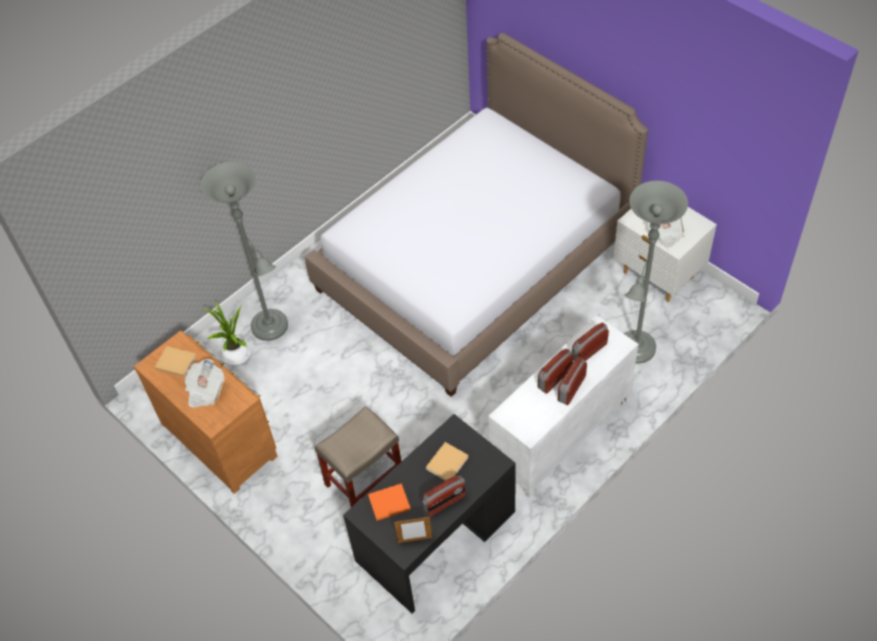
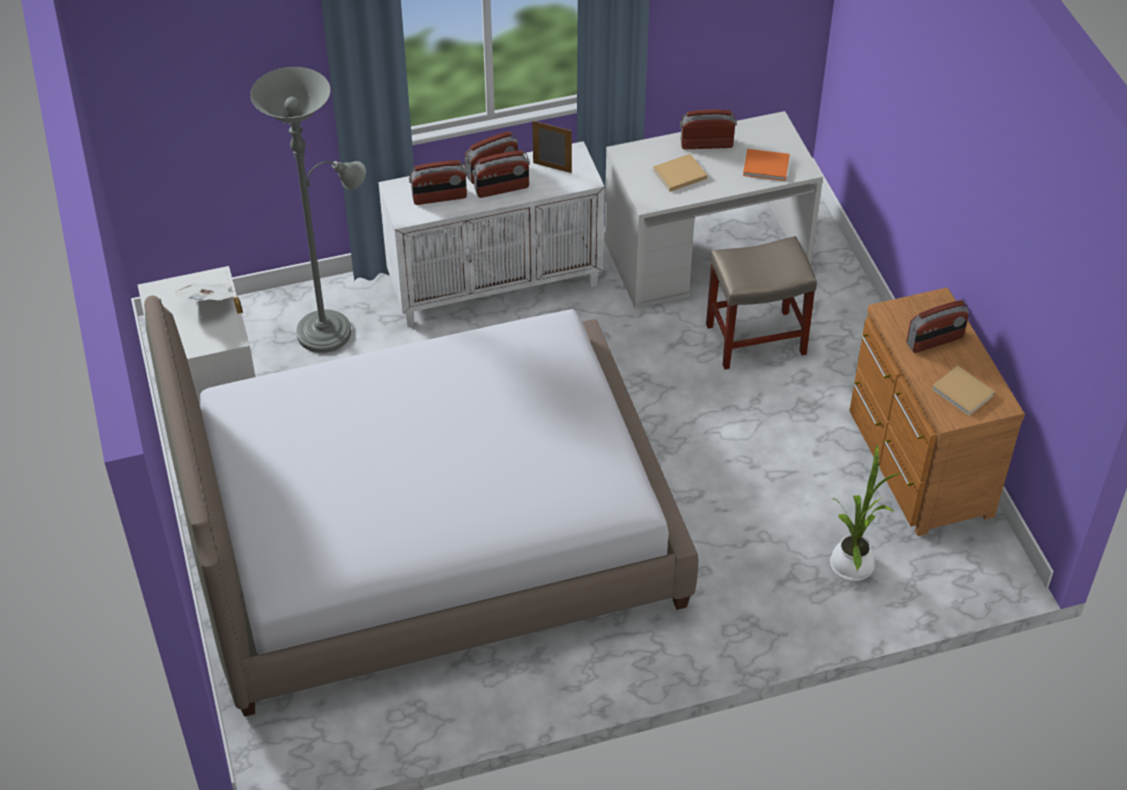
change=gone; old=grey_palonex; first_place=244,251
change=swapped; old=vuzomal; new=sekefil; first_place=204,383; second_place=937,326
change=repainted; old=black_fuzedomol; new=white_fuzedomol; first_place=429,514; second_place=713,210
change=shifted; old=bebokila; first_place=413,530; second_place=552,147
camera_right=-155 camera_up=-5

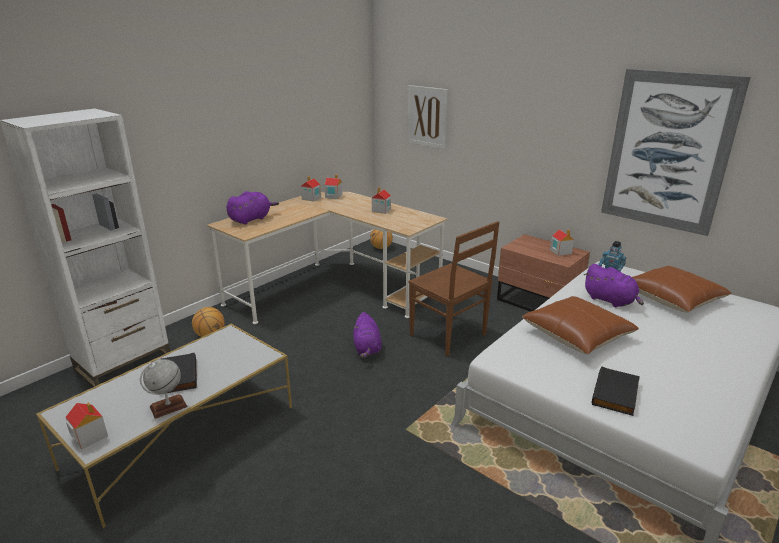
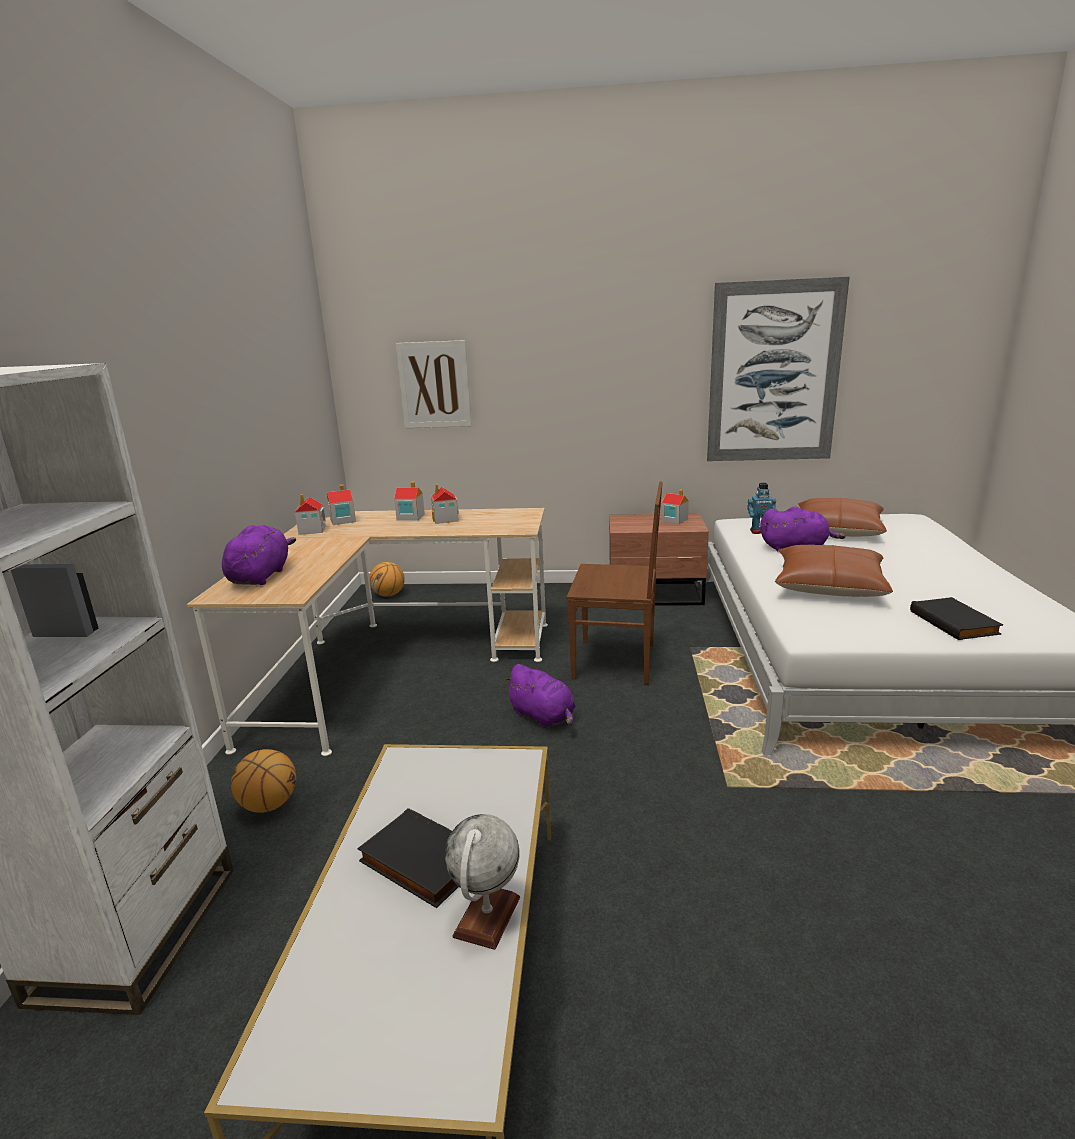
change=shifted; old=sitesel; first_place=87,426; second_place=409,501
camera_right=-35 camera_up=-5

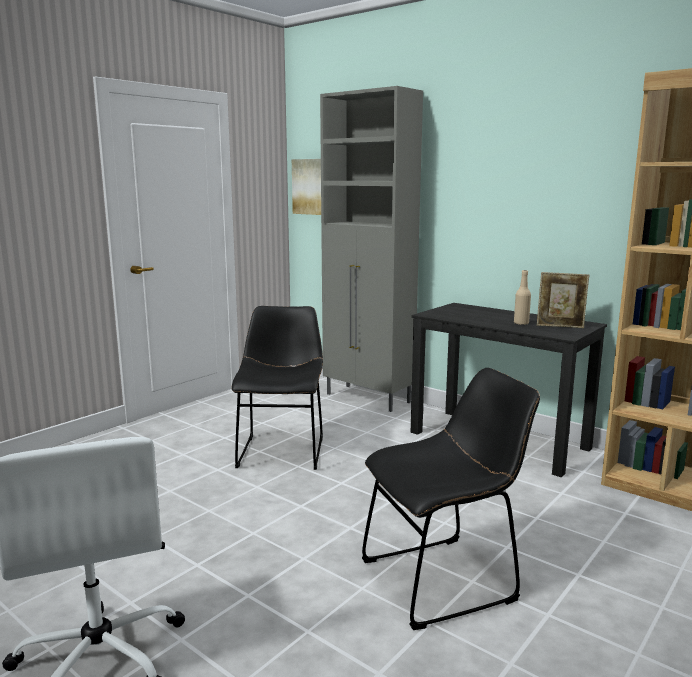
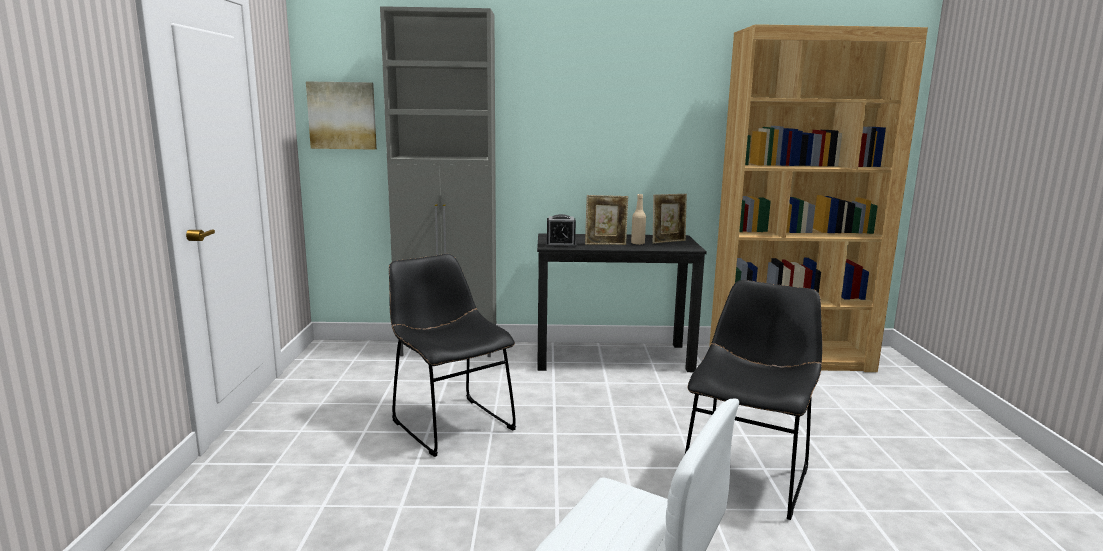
change=new; new=bebokila; second_place=606,220
change=new; new=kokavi; second_place=561,231
camera_right=-40 camera_up=0

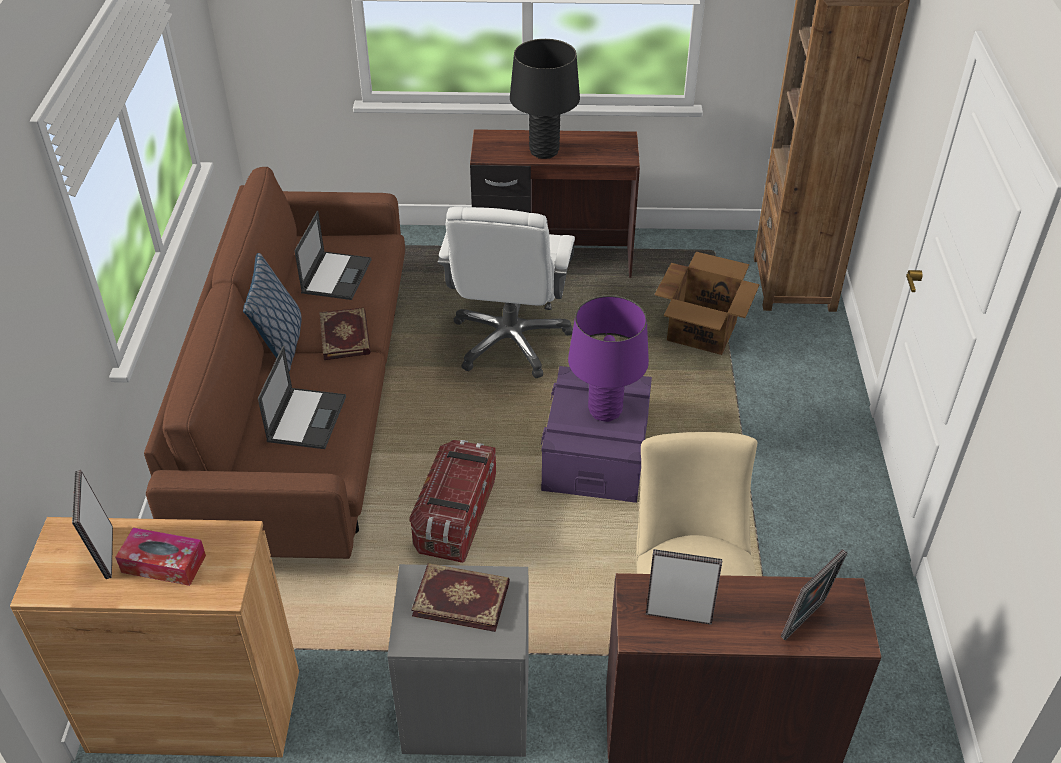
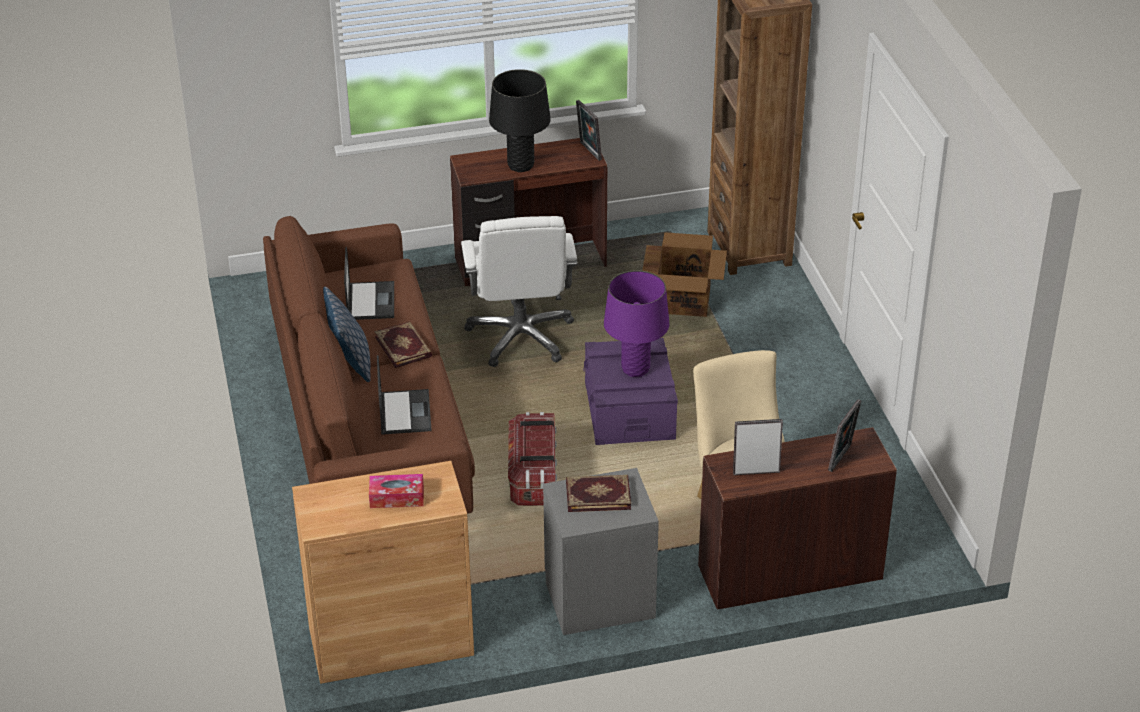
change=shifted; old=bebokila; first_place=92,524; second_place=589,130
camera_right=-15 camera_up=-5

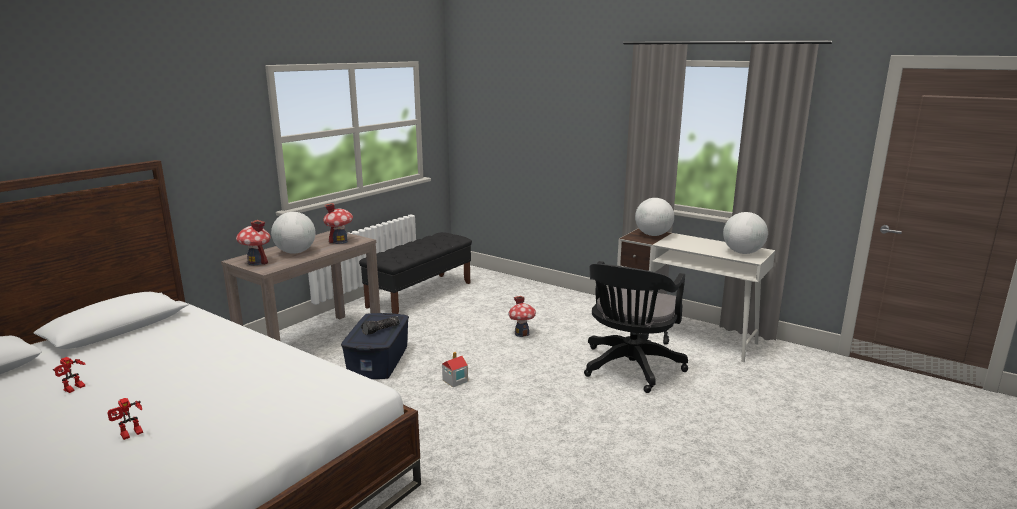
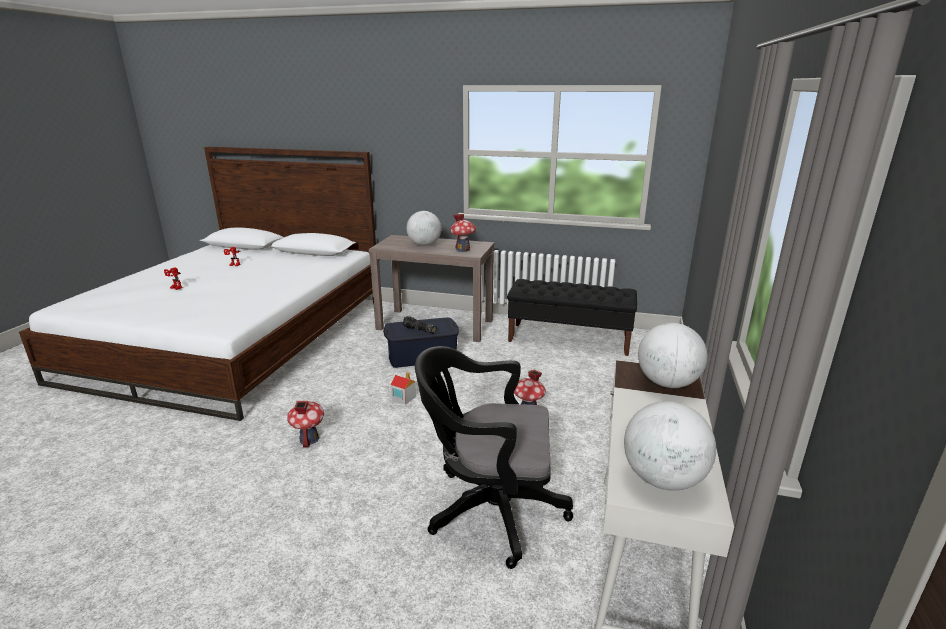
change=shifted; old=sitesel; first_place=253,242; second_place=305,424
camera_right=70 camera_up=5

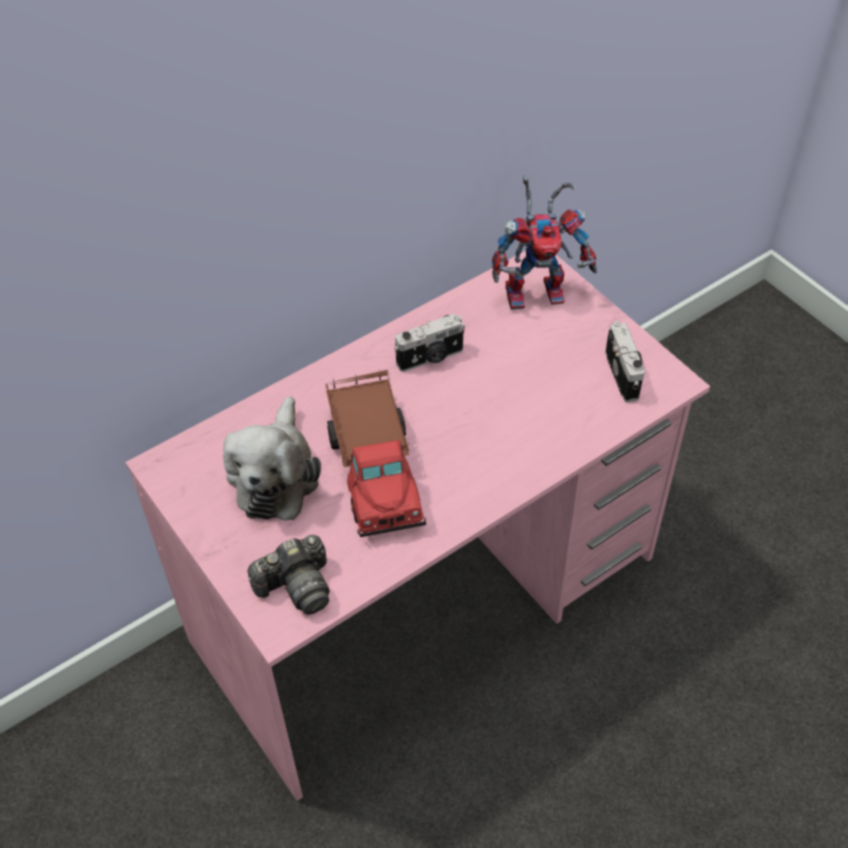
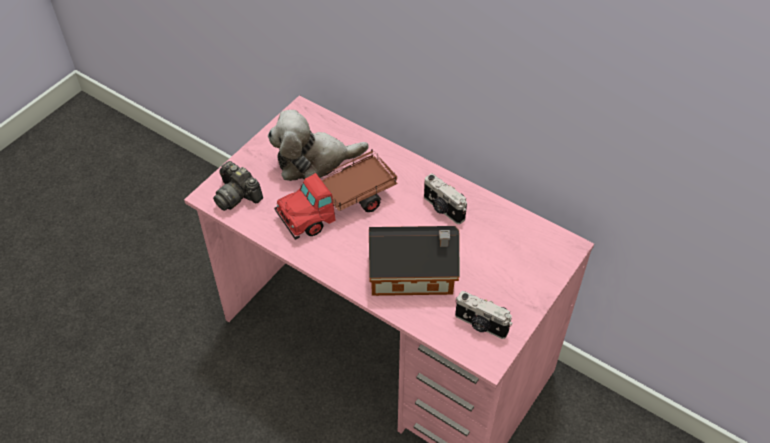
change=gone; old=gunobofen; first_place=544,243
change=rotated; old=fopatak; first_place=625,362; second_place=483,315; degrees=60
change=new; new=sitesel; second_place=414,261
camera_right=70 camera_up=0

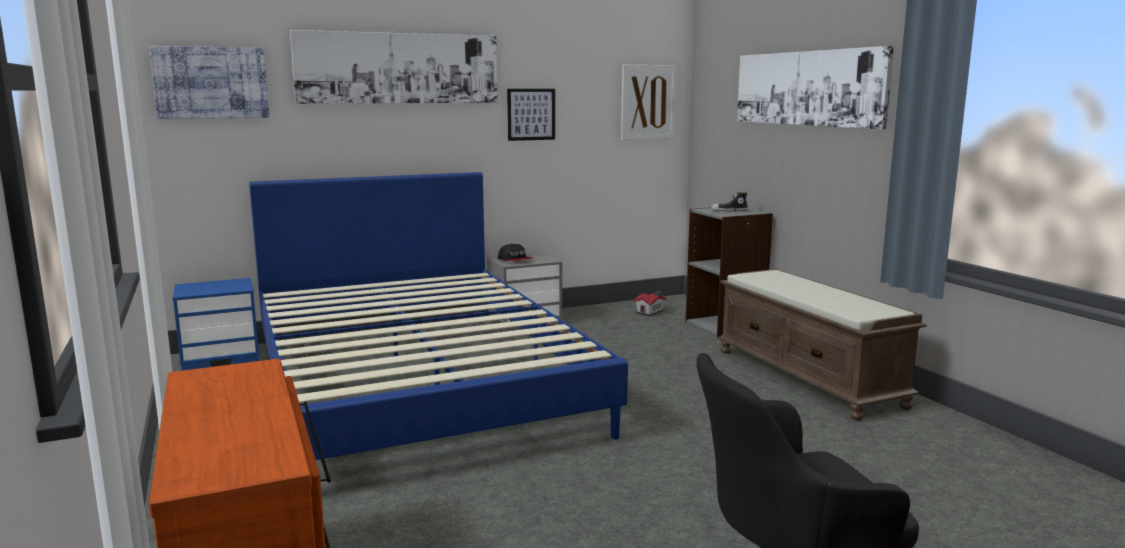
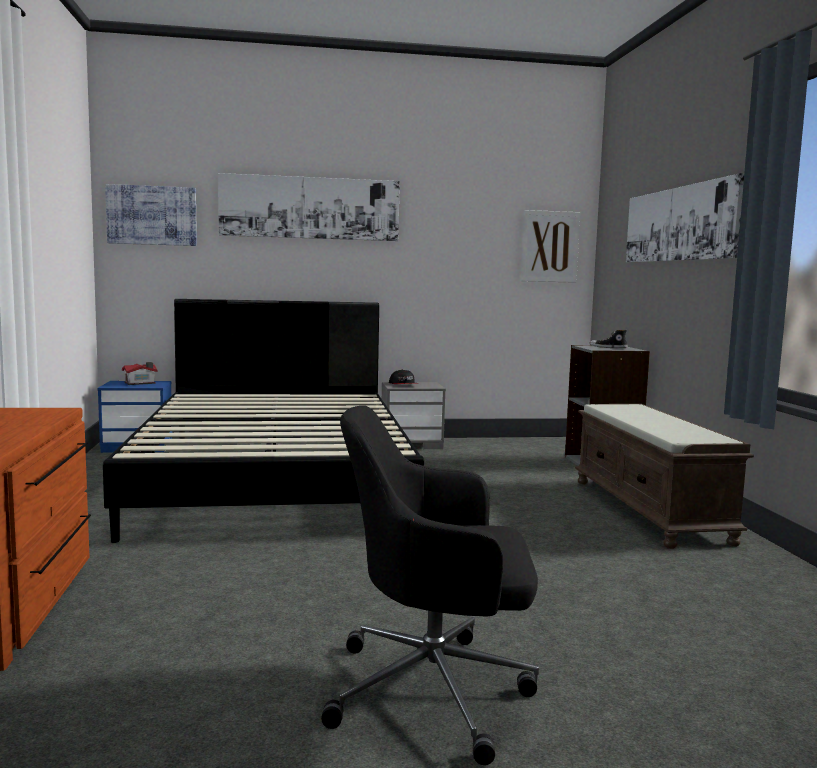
change=gone; old=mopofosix; first_place=531,115
change=repainted; old=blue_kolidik; new=black_kolidik; first_place=438,316; second_place=263,421
change=shifted; old=sitesel; first_place=650,303; second_place=140,373
camera_right=15 camera_up=-5

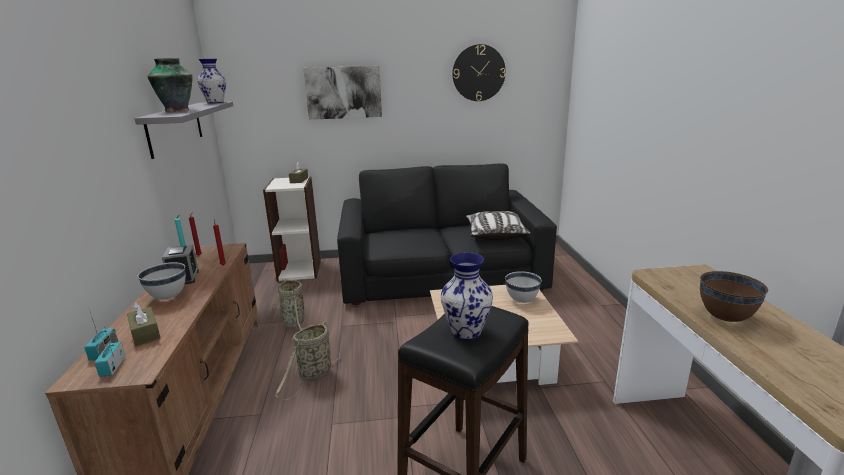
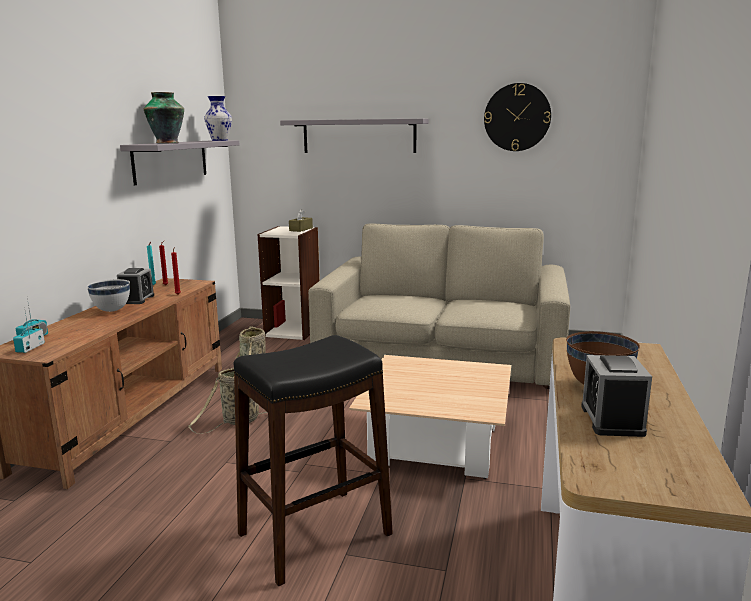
change=swapped; old=mopofosix; new=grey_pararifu; first_place=342,93; second_place=354,136
change=repainted; old=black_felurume; new=beige_felurume; first_place=447,234; second_place=439,306
change=gone; old=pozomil; first_place=498,225
change=gone; old=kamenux; first_place=467,296
change=gone; old=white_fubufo; first_place=523,287
change=gone; old=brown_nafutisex; first_place=144,324
change=new; new=kokavi; second_place=616,396
camera_right=20 camera_up=-5

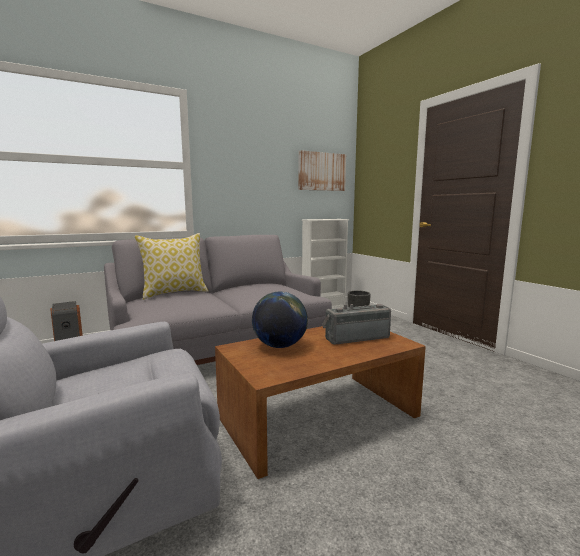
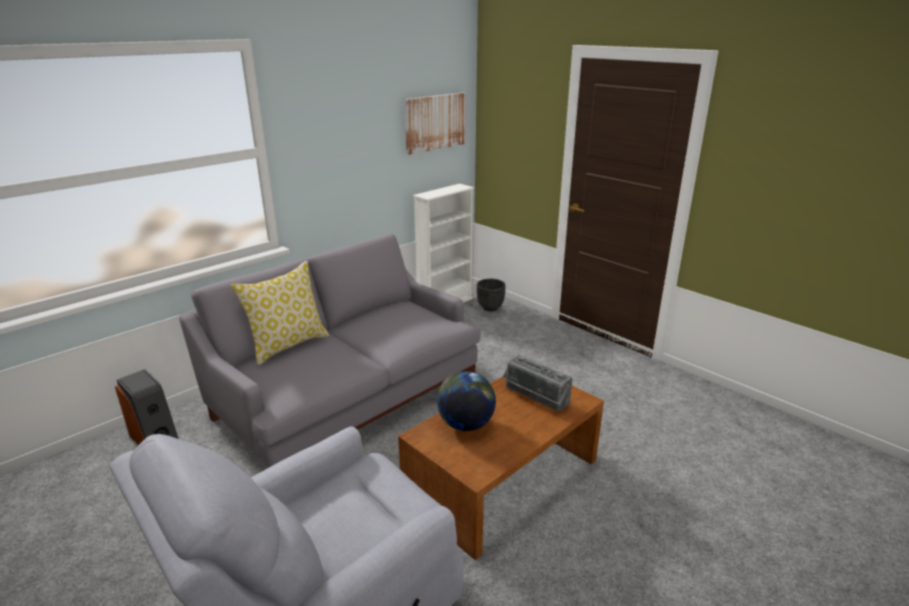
change=rotated; old=sekefil; first_place=356,324; second_place=537,383; degrees=-105
camera_right=-15 camera_up=15

